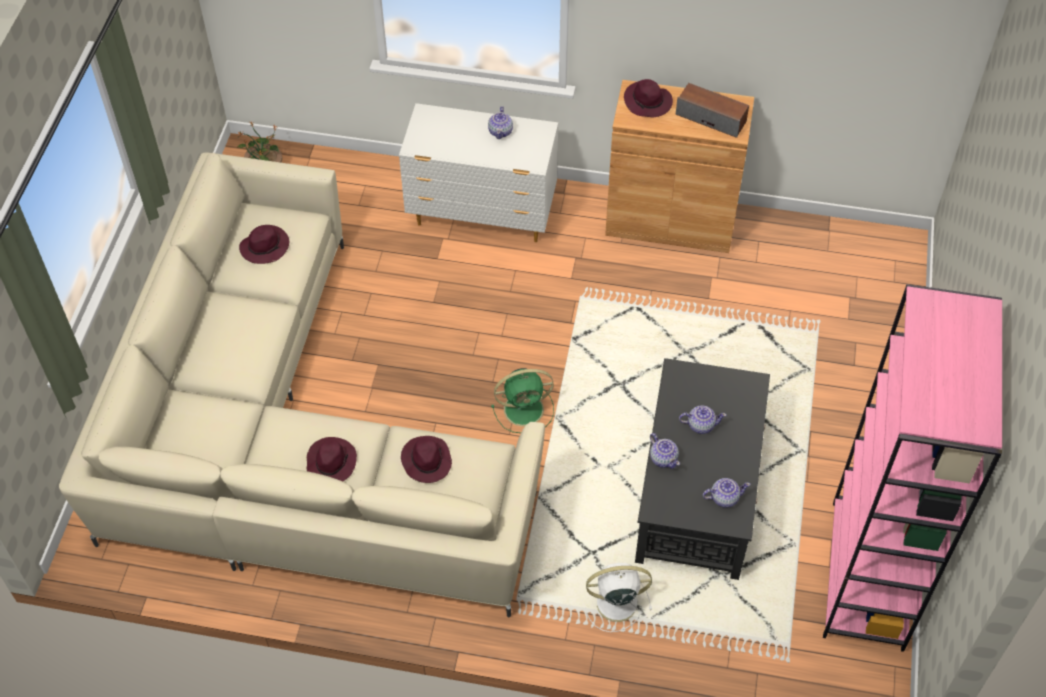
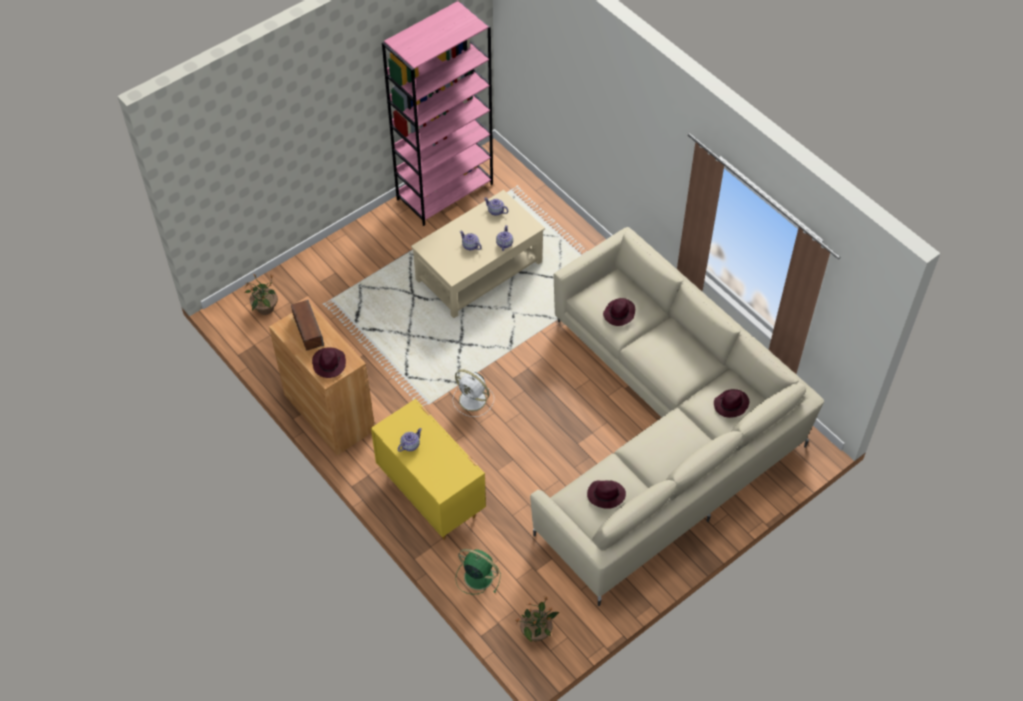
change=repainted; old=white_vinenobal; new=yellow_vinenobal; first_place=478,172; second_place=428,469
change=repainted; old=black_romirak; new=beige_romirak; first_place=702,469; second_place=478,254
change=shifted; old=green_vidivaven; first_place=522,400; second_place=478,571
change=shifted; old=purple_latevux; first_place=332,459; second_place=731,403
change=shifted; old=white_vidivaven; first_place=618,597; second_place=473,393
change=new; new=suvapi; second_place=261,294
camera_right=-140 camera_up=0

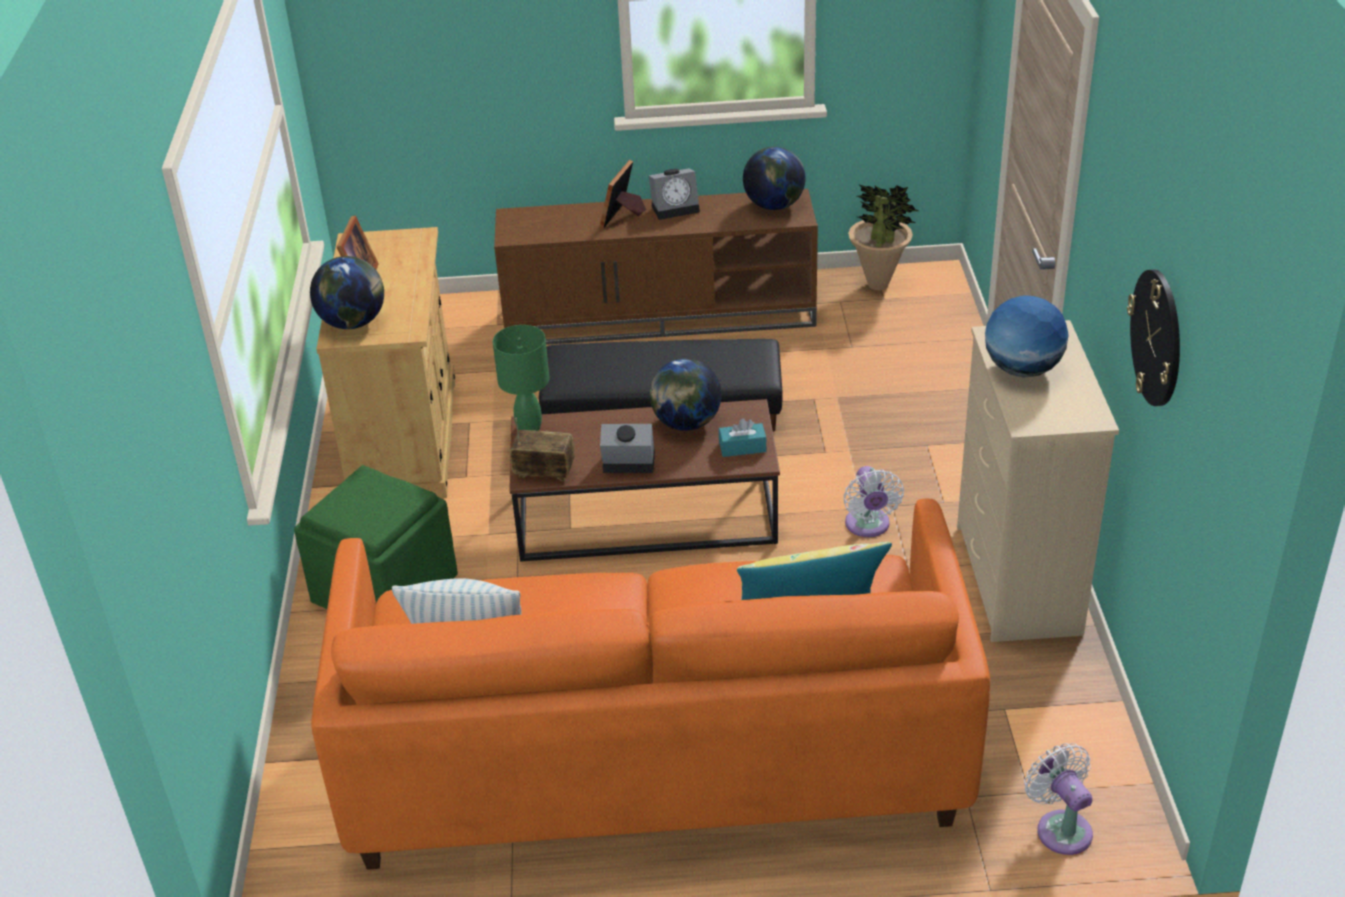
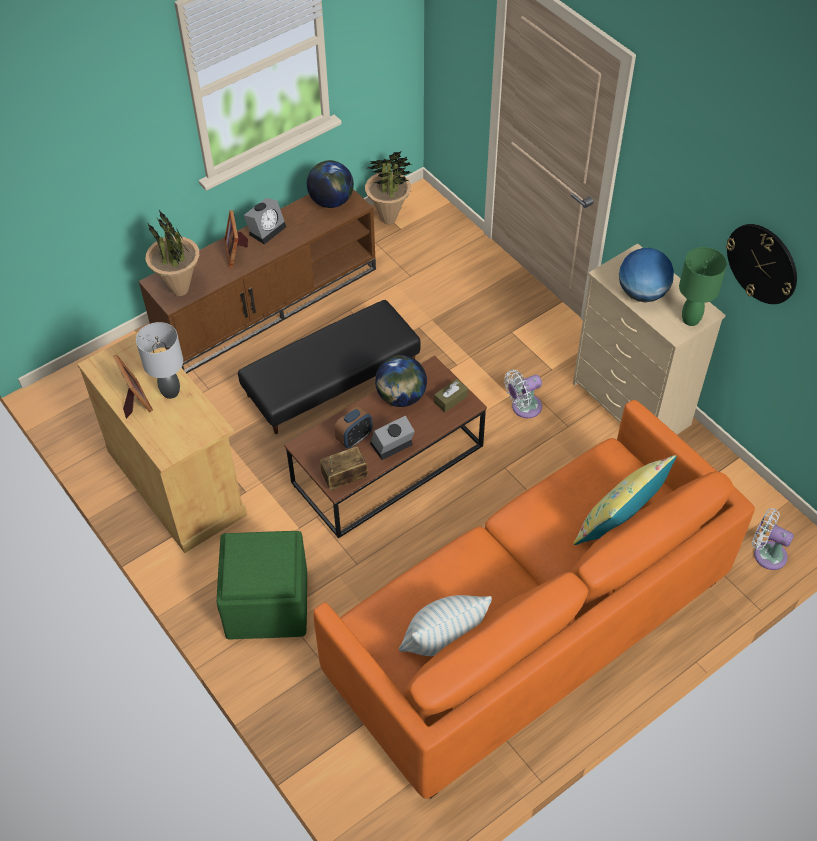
change=gone; old=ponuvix; first_place=347,292
change=shifted; old=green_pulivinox; first_place=521,378; second_place=703,286
change=repainted; old=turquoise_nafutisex; new=brown_nafutisex; first_place=743,437; second_place=451,395
change=rotated; old=white_vidivaven; first_place=873,501; second_place=523,394; degrees=105
change=new; new=suvapi; second_place=172,253
change=new; new=grey_pulivinox; second_place=159,360
change=new; new=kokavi; second_place=353,427
camera_right=-35 camera_up=15

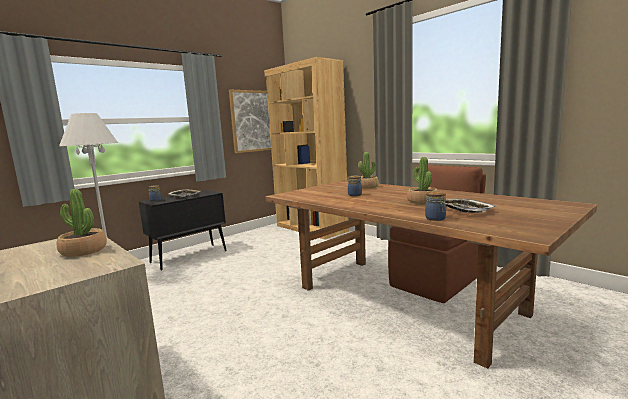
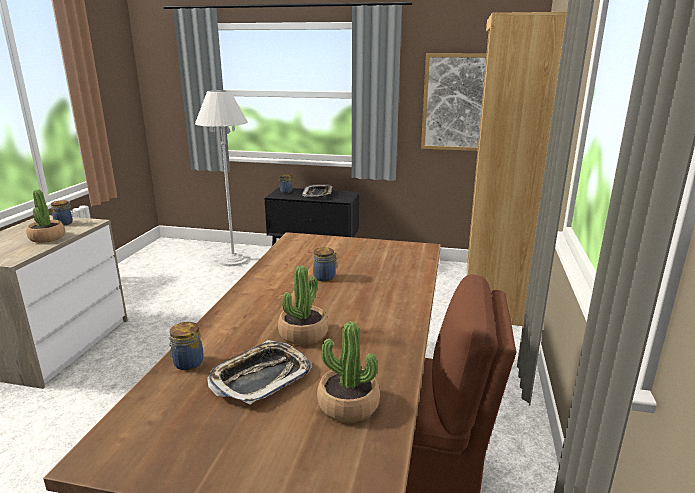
change=shifted; old=suvapi; first_place=369,170; second_place=348,371
change=new; new=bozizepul; second_place=62,213
camera_right=55 camera_up=10

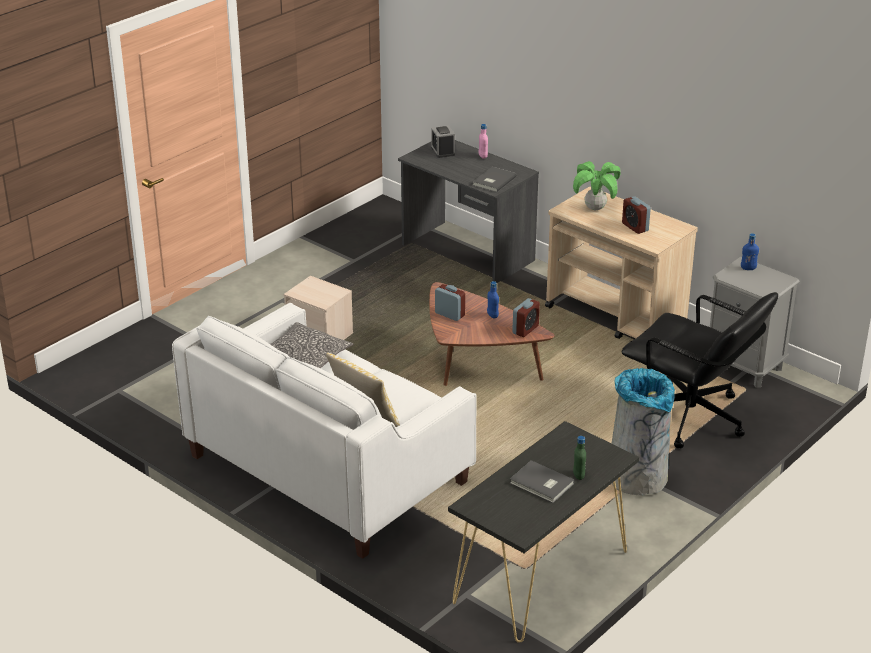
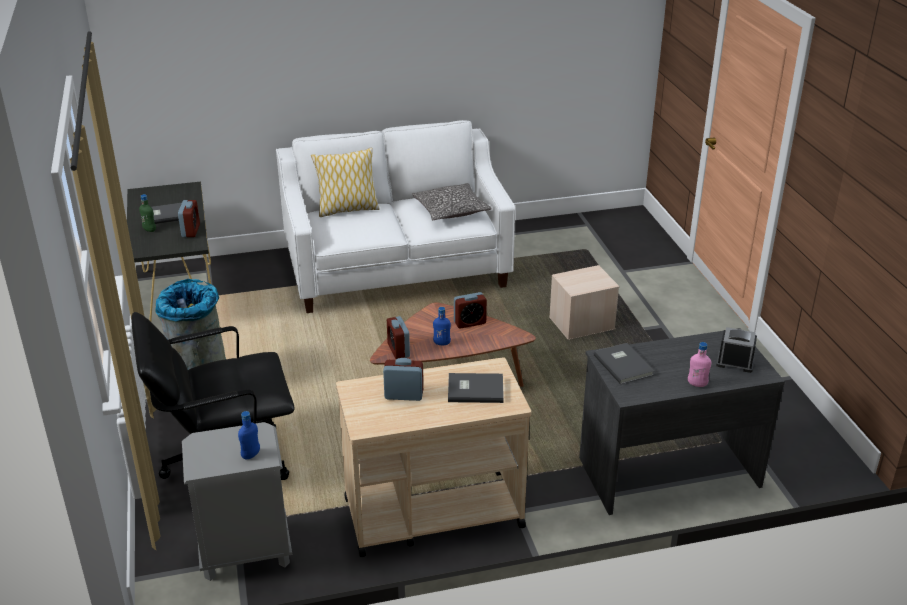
change=swapped; old=suvapi; new=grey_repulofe; first_place=597,185; second_place=476,388
change=new; new=kokavi; second_place=189,218
camera_right=125 camera_up=0

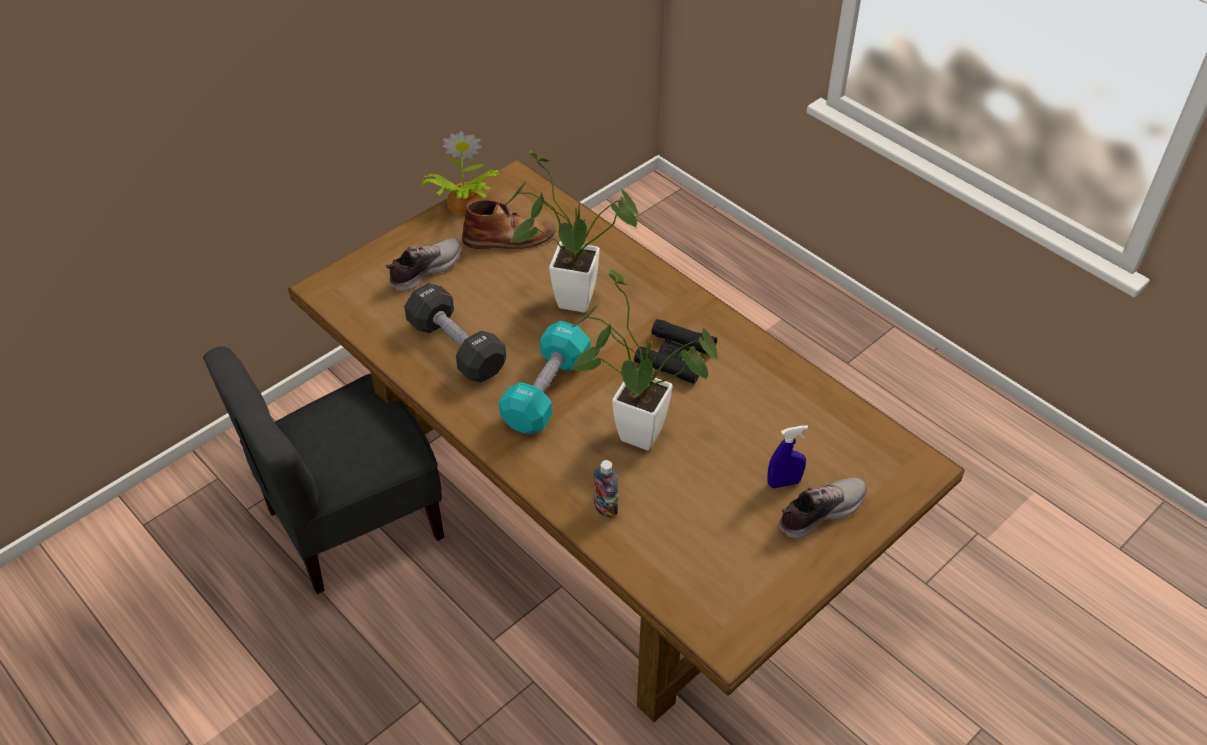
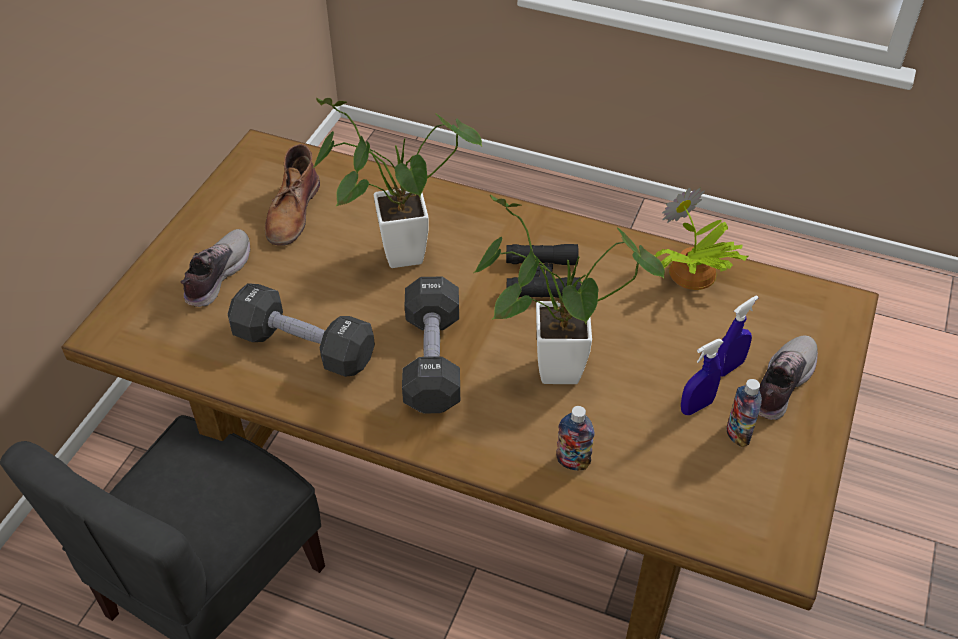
change=shifted; old=suvapi; first_place=460,173; second_place=701,239
change=rotated; old=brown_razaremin; first_place=508,224; second_place=292,194; degrees=135
change=repainted; old=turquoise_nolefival; new=black_nolefival; first_place=544,377; second_place=431,345
change=new; new=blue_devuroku; second_place=702,377
change=new; new=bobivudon; second_place=744,413
camera_right=-25 camera_up=0

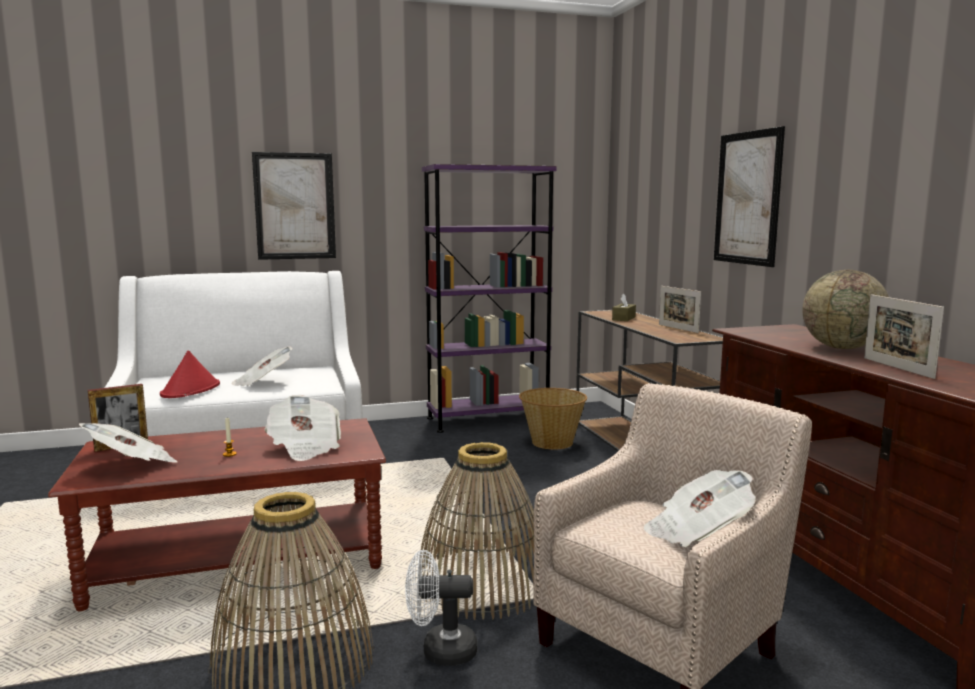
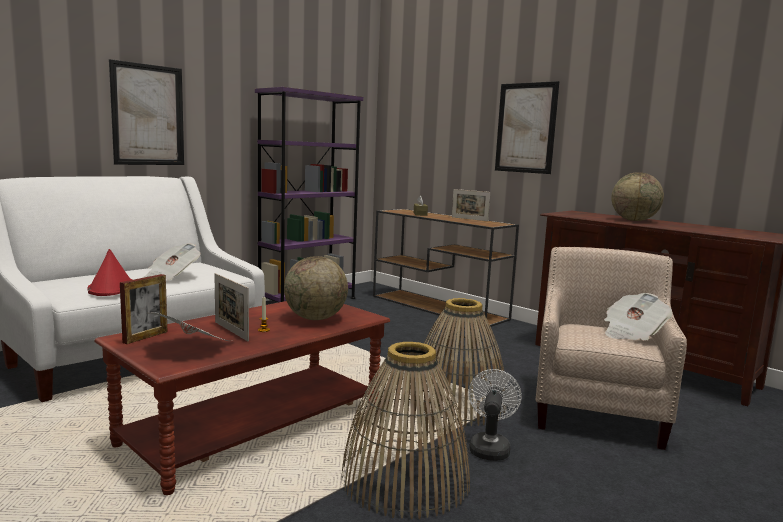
change=shifted; old=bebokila; first_place=904,336; second_place=231,307
change=gone; old=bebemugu; first_place=553,418
change=swapped; old=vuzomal; new=ponuvix; first_place=303,428; second_place=316,288
change=rotated; old=white_vidivaven; first_place=441,608; second_place=495,415; degrees=135
camera_right=-30 camera_up=0

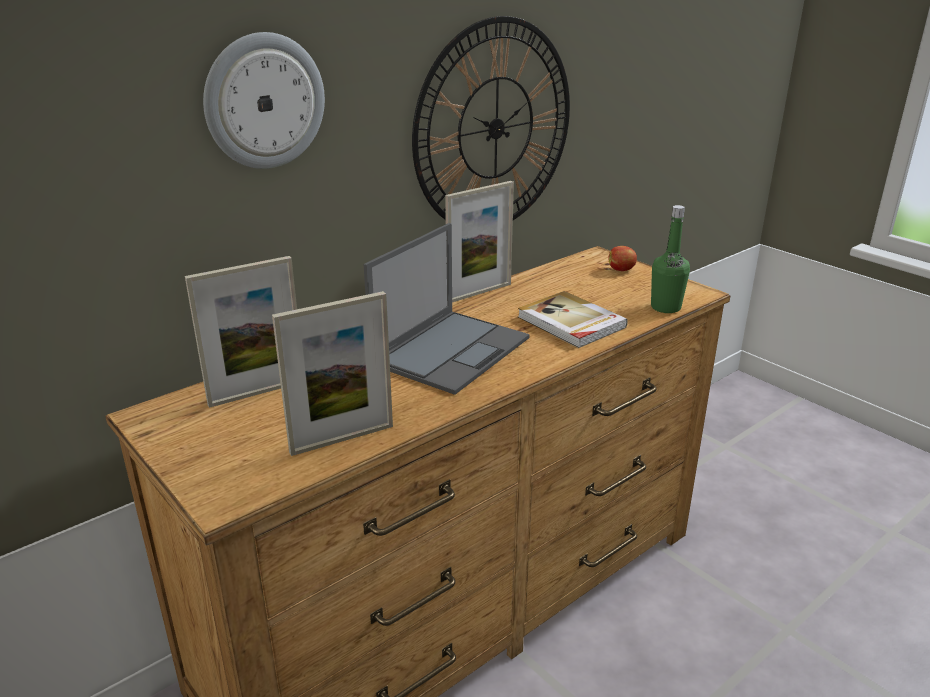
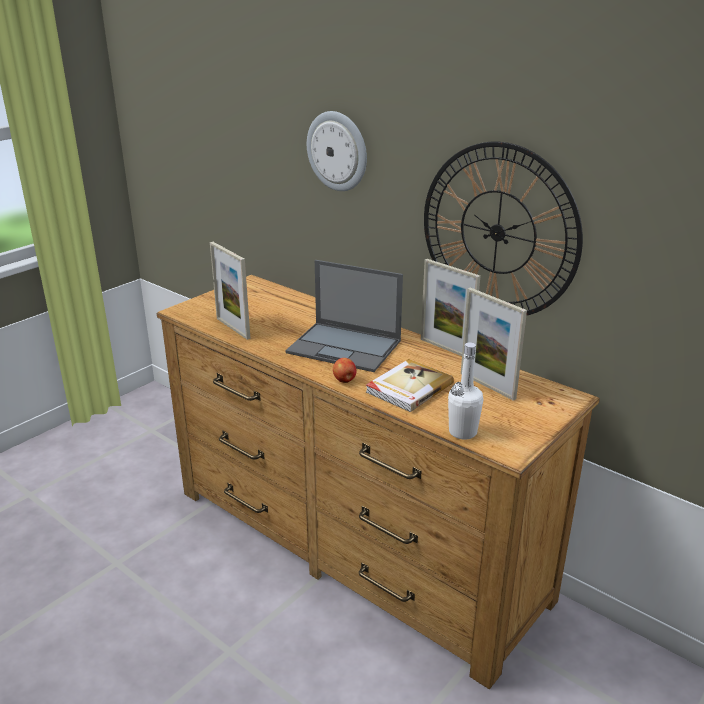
change=repainted; old=green_bobivudon; new=white_bobivudon; first_place=670,259; second_place=465,390
change=shifted; old=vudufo; first_place=622,258; second_place=345,370
change=shifted; old=bebokila; first_place=241,332; second_place=494,344
camera_right=80 camera_up=0

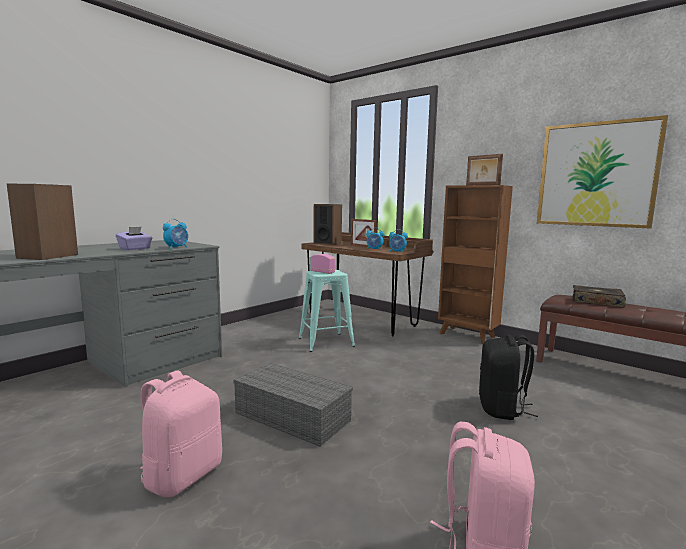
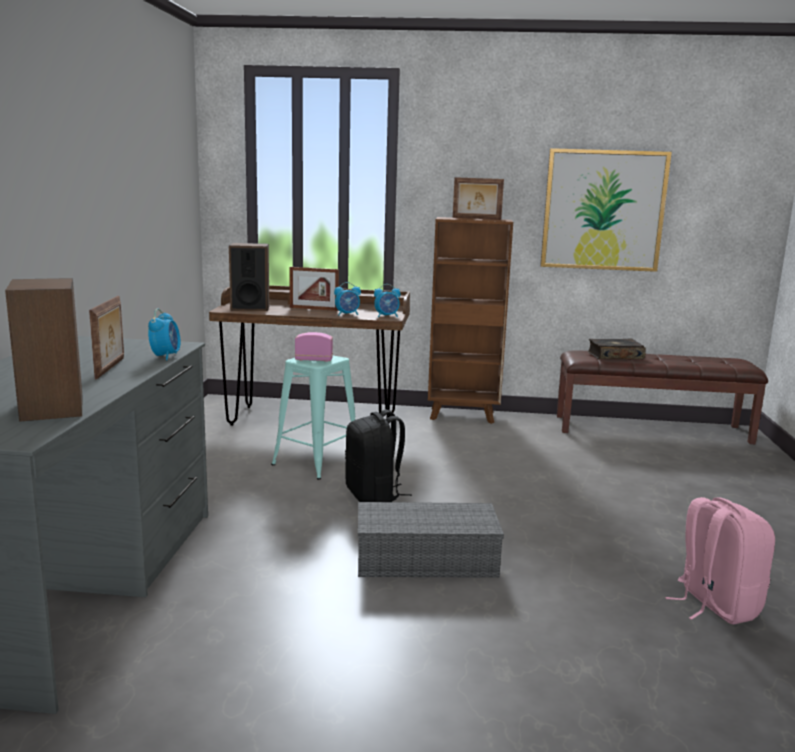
change=swapped; old=purple_nafutisex; new=bebokila; first_place=134,238; second_place=106,338
change=shifted; old=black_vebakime; first_place=508,377; second_place=378,456
change=gone; old=pink_vebakime; first_place=181,434
camera_right=-35 camera_up=5

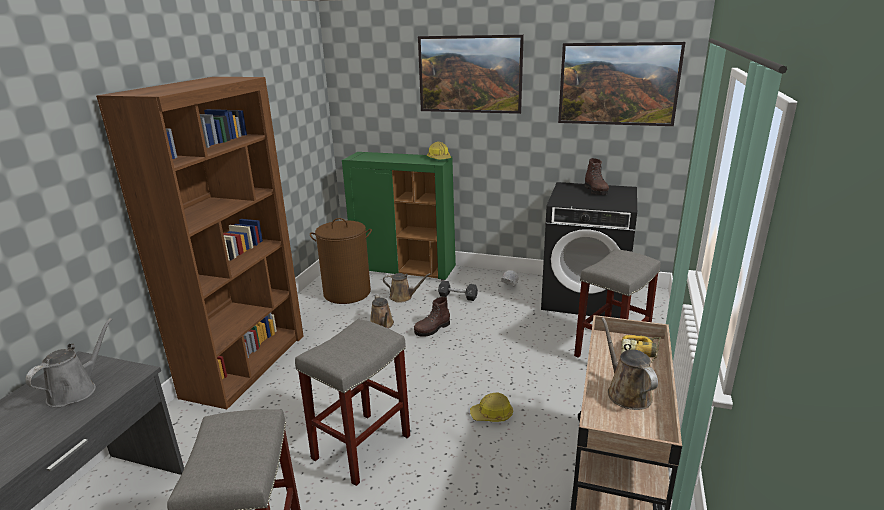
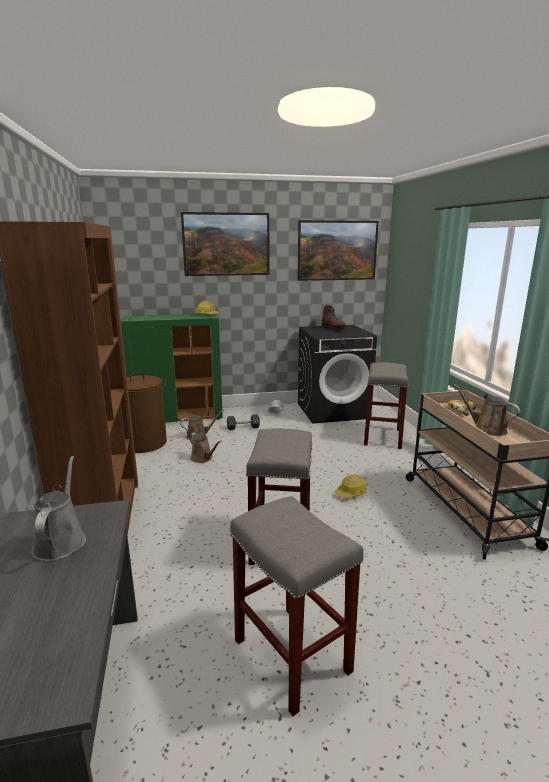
change=gone; old=brown_razaremin; first_place=432,317
camera_right=-30 camera_up=-5

